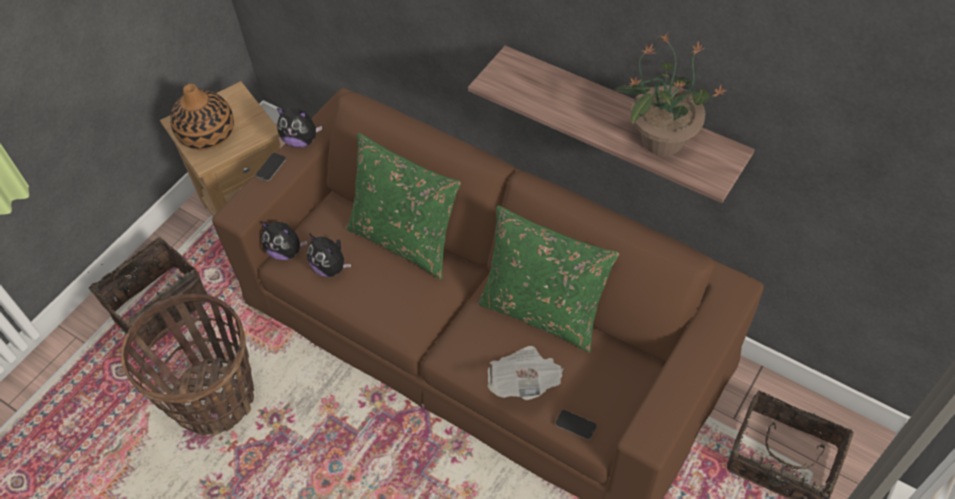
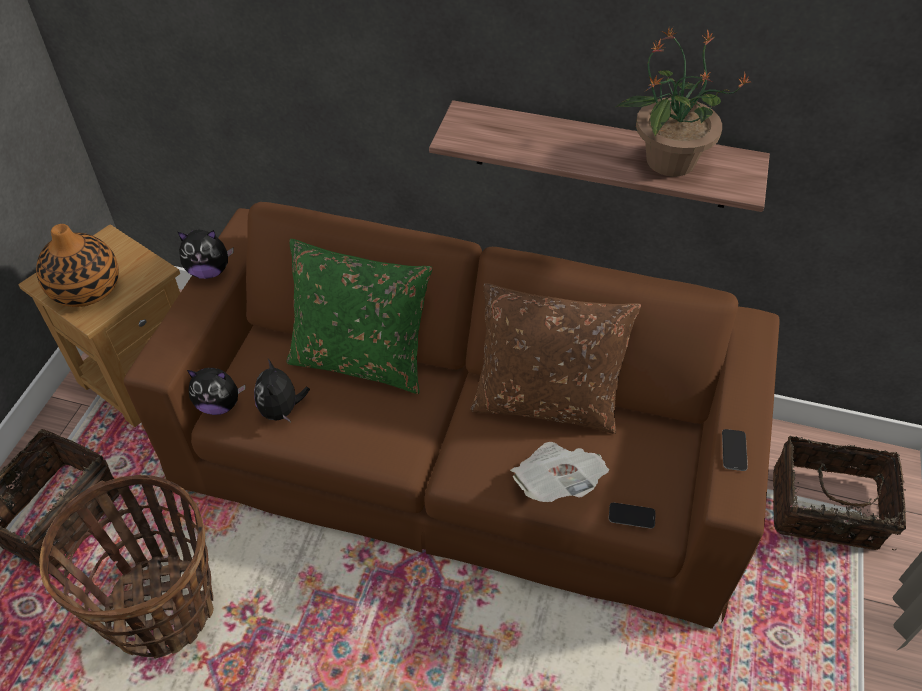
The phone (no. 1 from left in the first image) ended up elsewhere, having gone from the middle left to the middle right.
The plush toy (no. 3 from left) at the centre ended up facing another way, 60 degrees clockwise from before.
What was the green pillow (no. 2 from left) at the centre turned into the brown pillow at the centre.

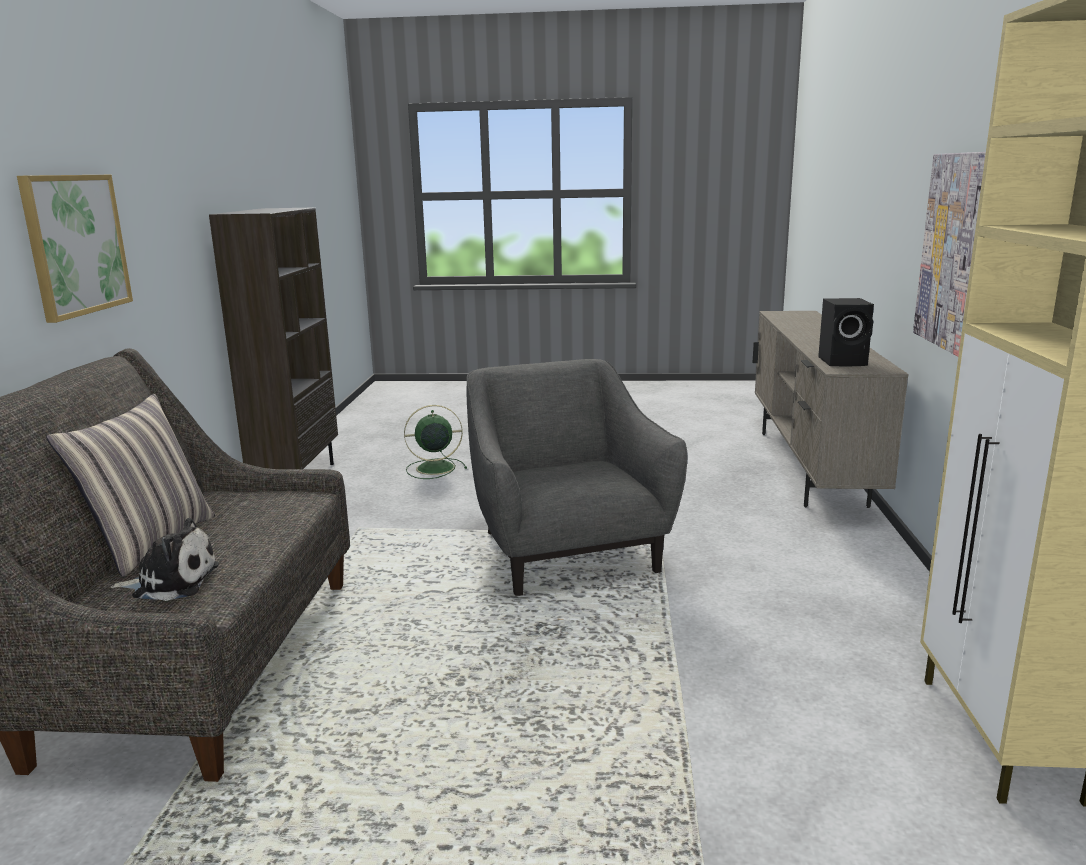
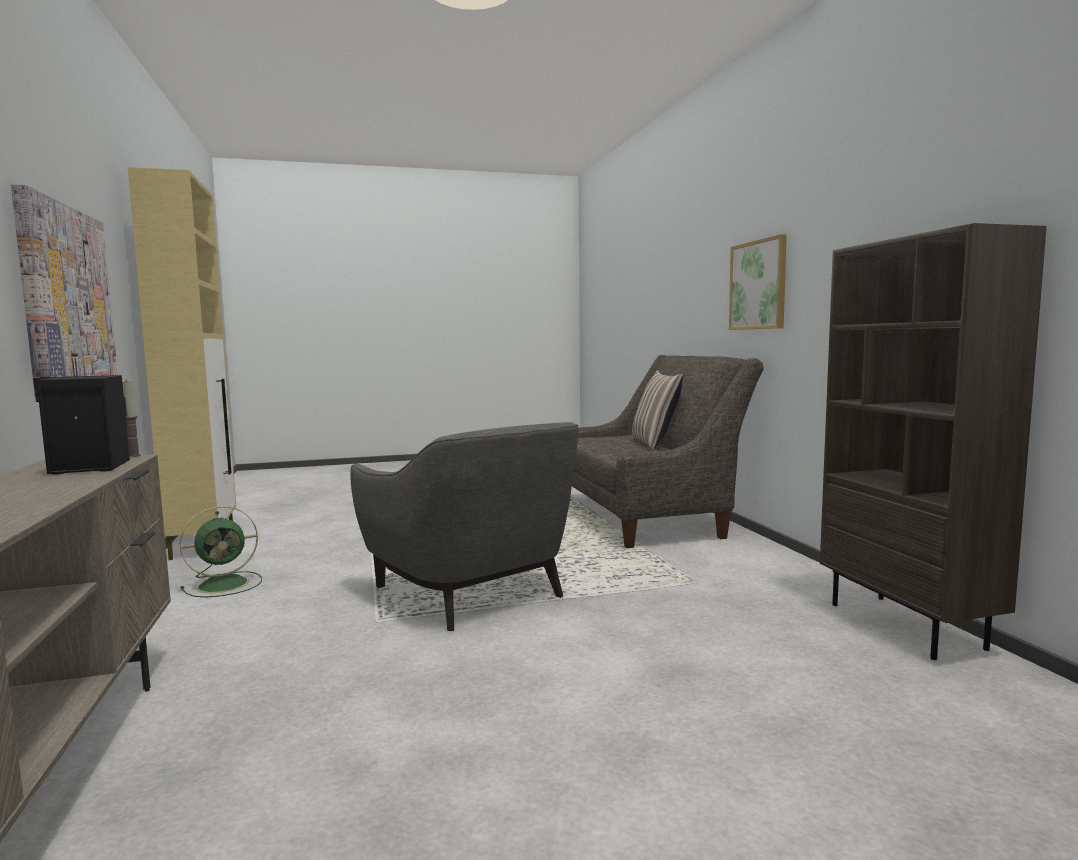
The second view lost the plush toy at the middle left.
The green fan ended up elsewhere, having gone from the centre to the middle left.
The second view gained the candle at the middle left.

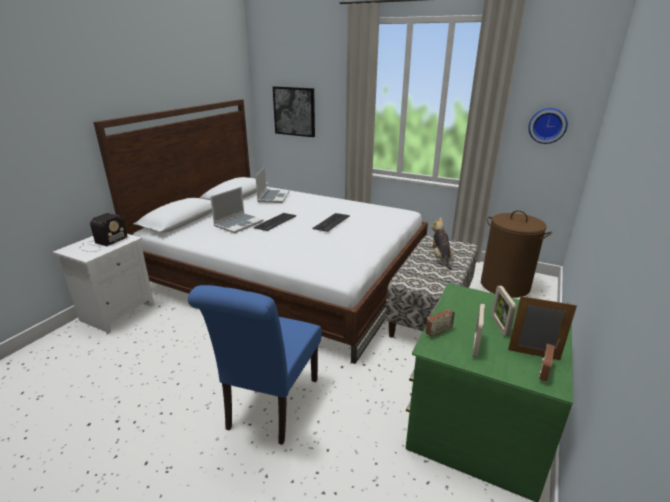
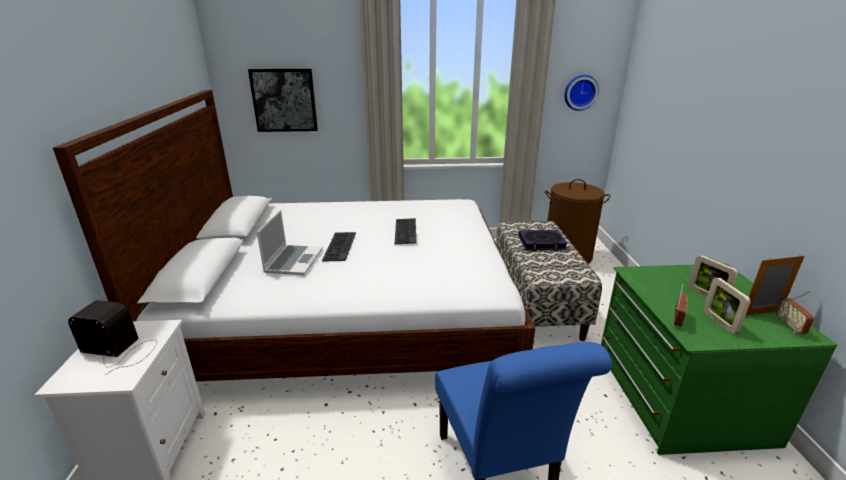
The radio (no. 1 from left) at the middle left ended up facing another way, 75 degrees counterclockwise from before.
The second view lost the laptop (no. 2 from left) at the centre.
Where the plush toy stood at the centre, the book came to stand at the centre.

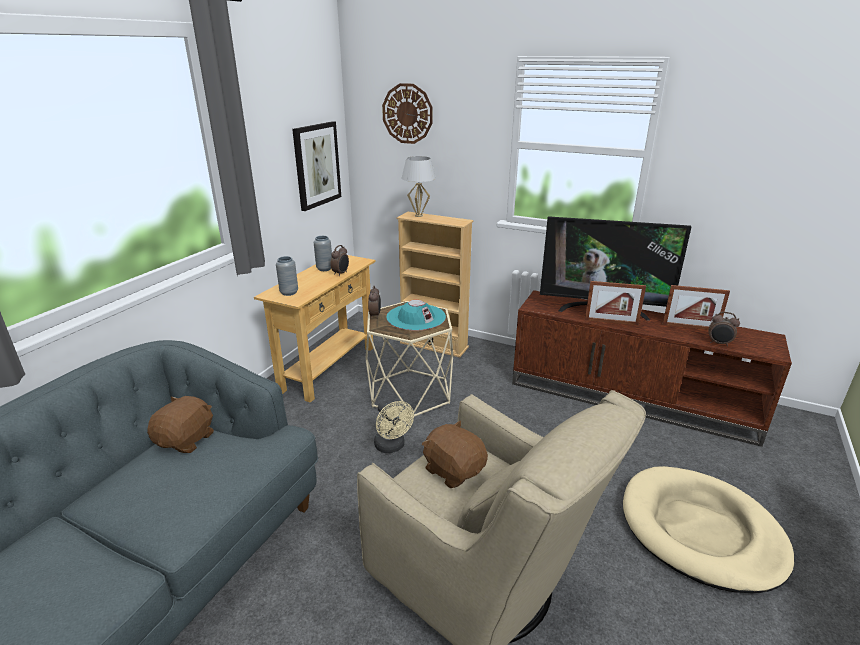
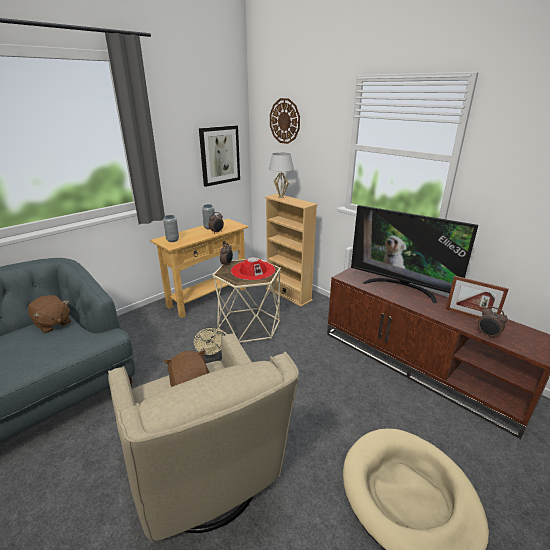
The brown plush toy (no. 1 from left) at the middle left ended up facing another way, 90 degrees clockwise from before.
What was the turquoise hat at the centre turned into the red hat at the centre.
The second view lost the picture frame (no. 1 from left) at the middle right.

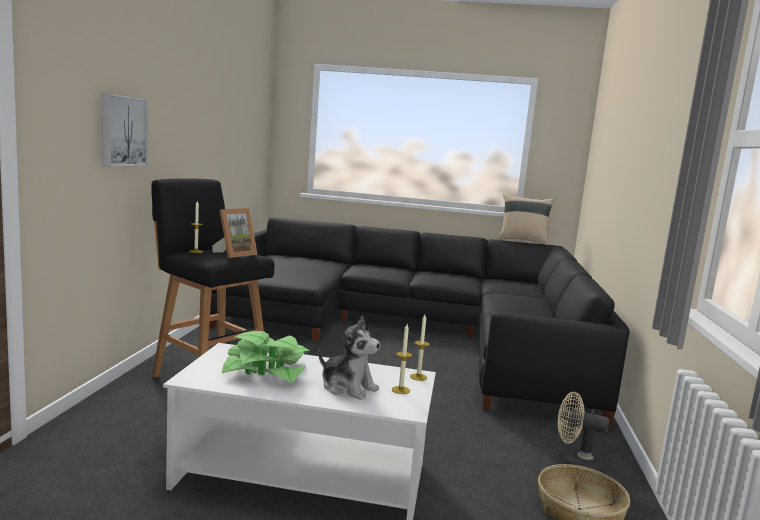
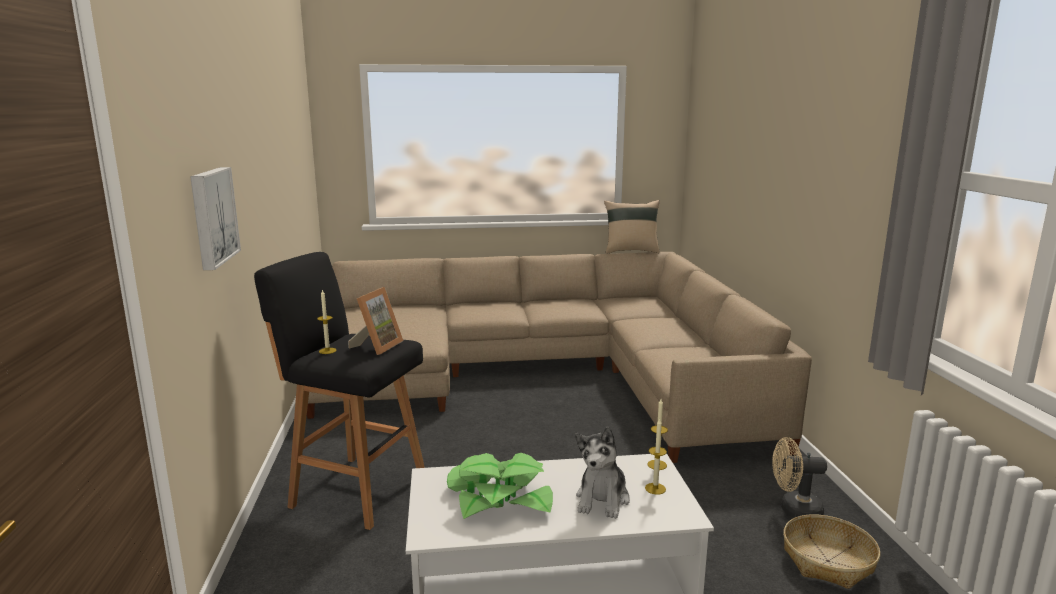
What was the black sofa at the centre turned into the beige sofa at the centre.
The plush toy at the bottom centre ended up facing another way, 90 degrees clockwise from before.

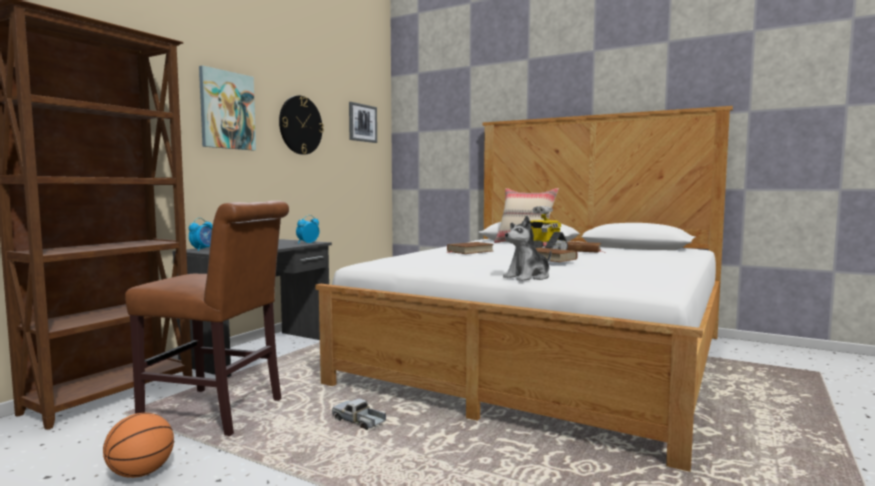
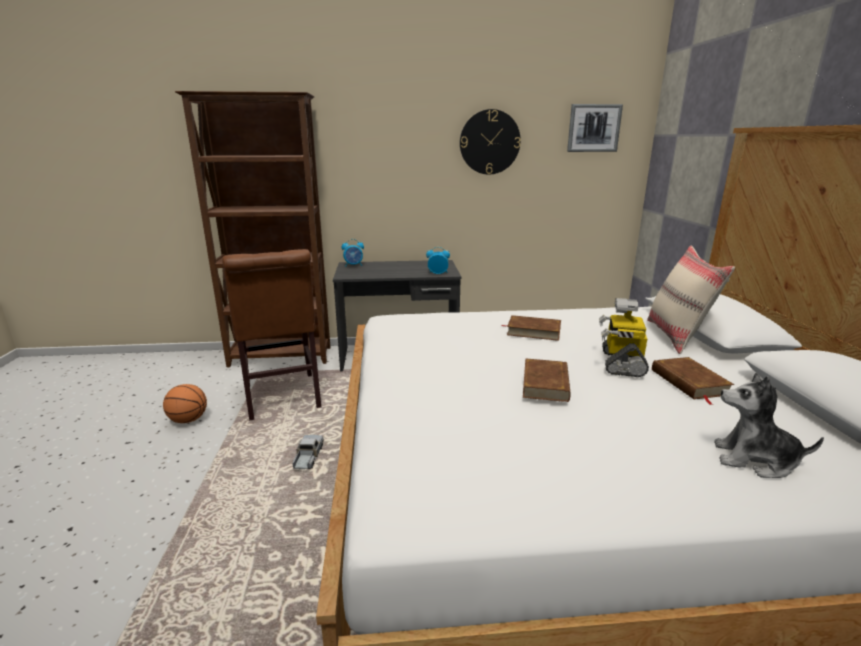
The second view lost the picture (no. 1 from left) at the top left.
The plush toy ended up elsewhere, having gone from the centre to the middle right.

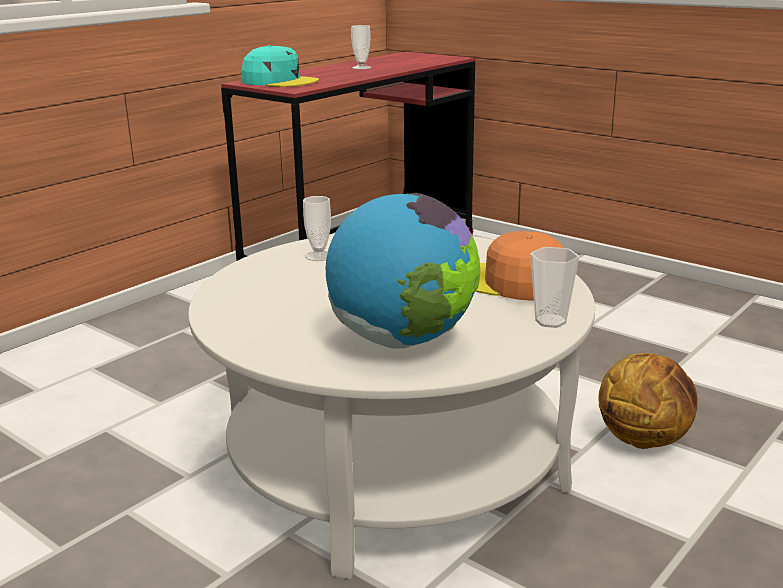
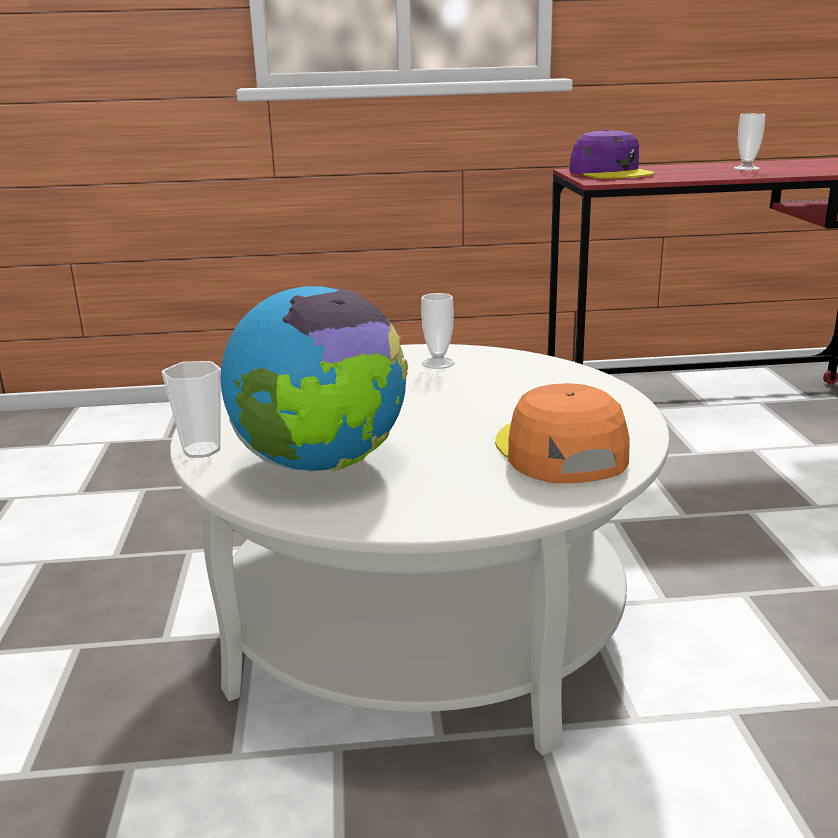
What was the turquoise cap at the top centre turned into the purple cap at the top right.
The cup (no. 3 from left in the first image) ended up elsewhere, having gone from the middle right to the middle left.
The second view lost the basketball at the bottom right.

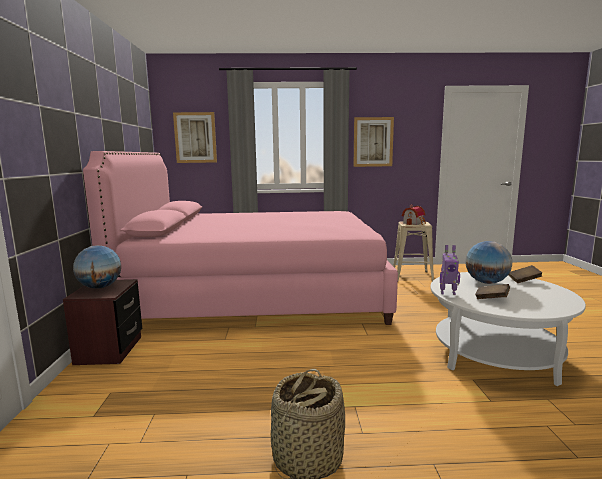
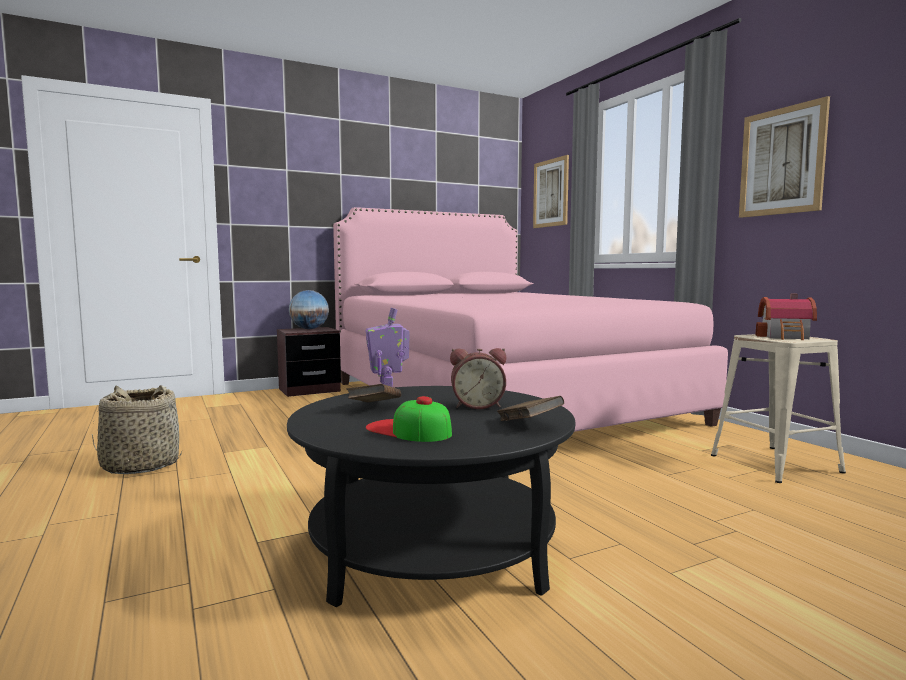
What was the white coffee table at the bottom right turned into the black coffee table at the bottom centre.
Where the globe (no. 2 from left) stood at the middle right, the alarm clock came to stand at the centre.
The second view gained the cap at the centre.

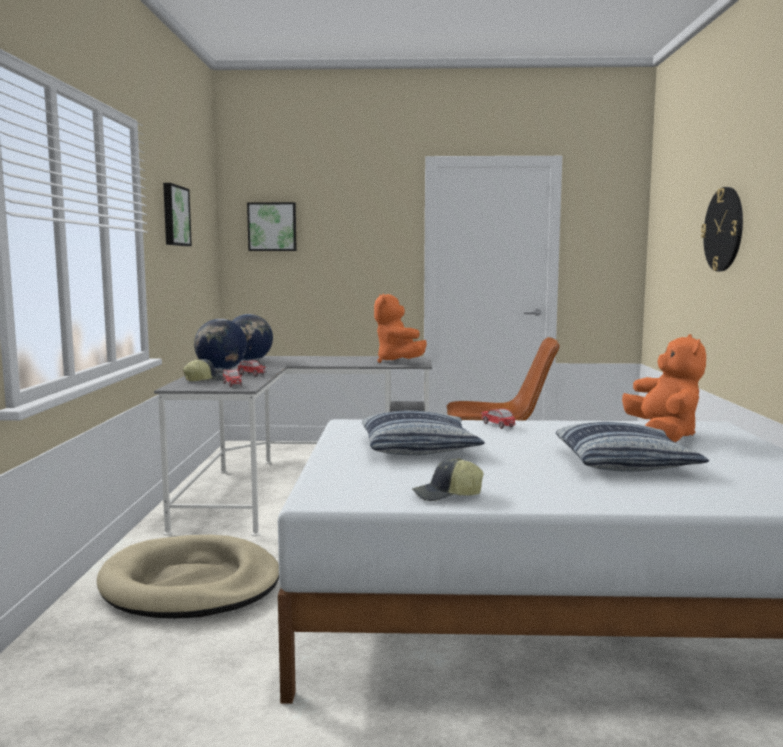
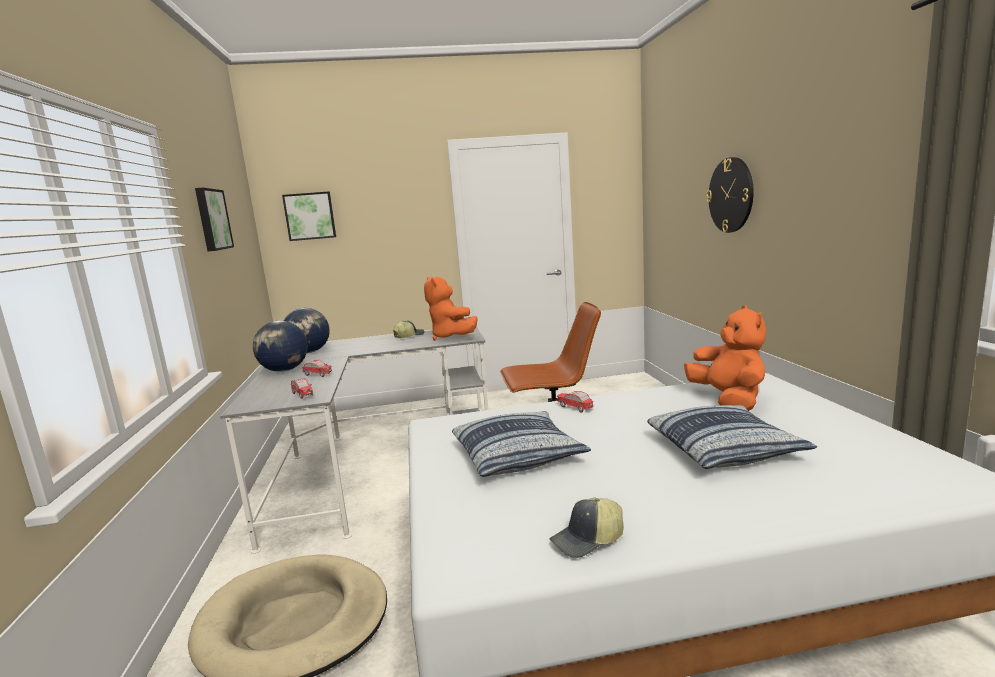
The cap (no. 1 from left) ended up elsewhere, having gone from the middle left to the centre.

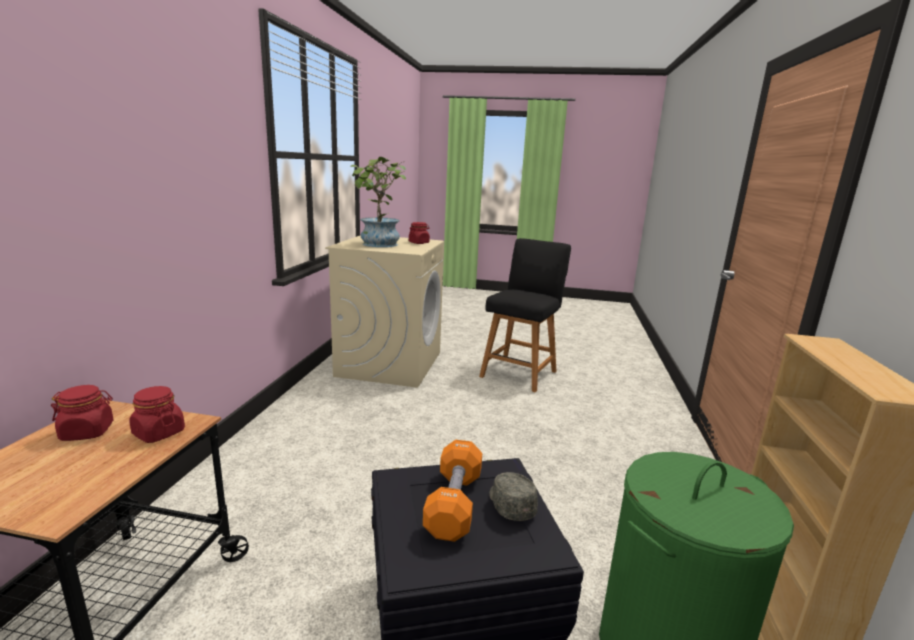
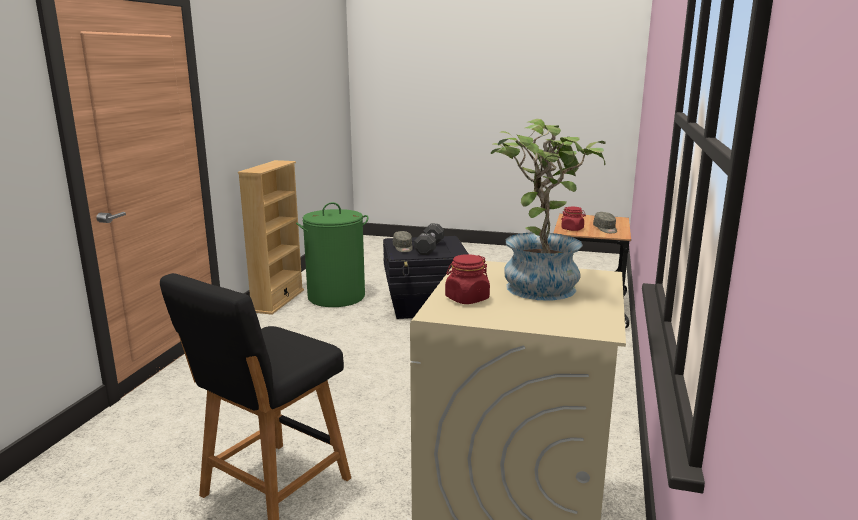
Where the red jar (no. 1 from left) stood at the middle left, the grey cap (no. 2 from left) came to stand at the middle right.
What was the orange dumbbell at the bottom centre turned into the black dumbbell at the centre.

